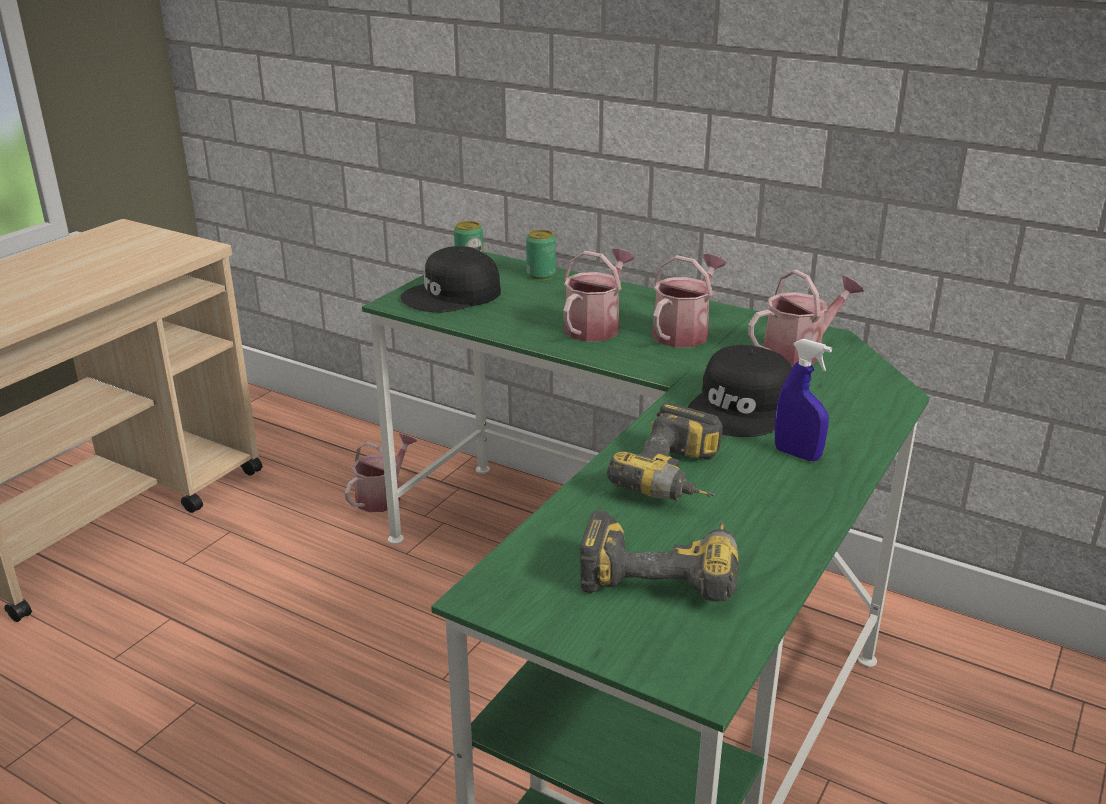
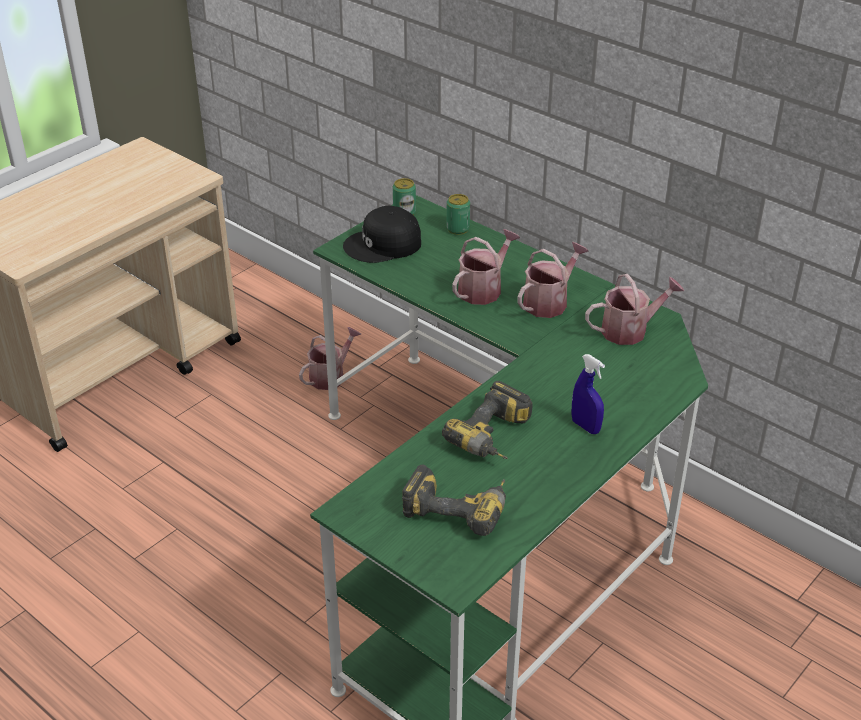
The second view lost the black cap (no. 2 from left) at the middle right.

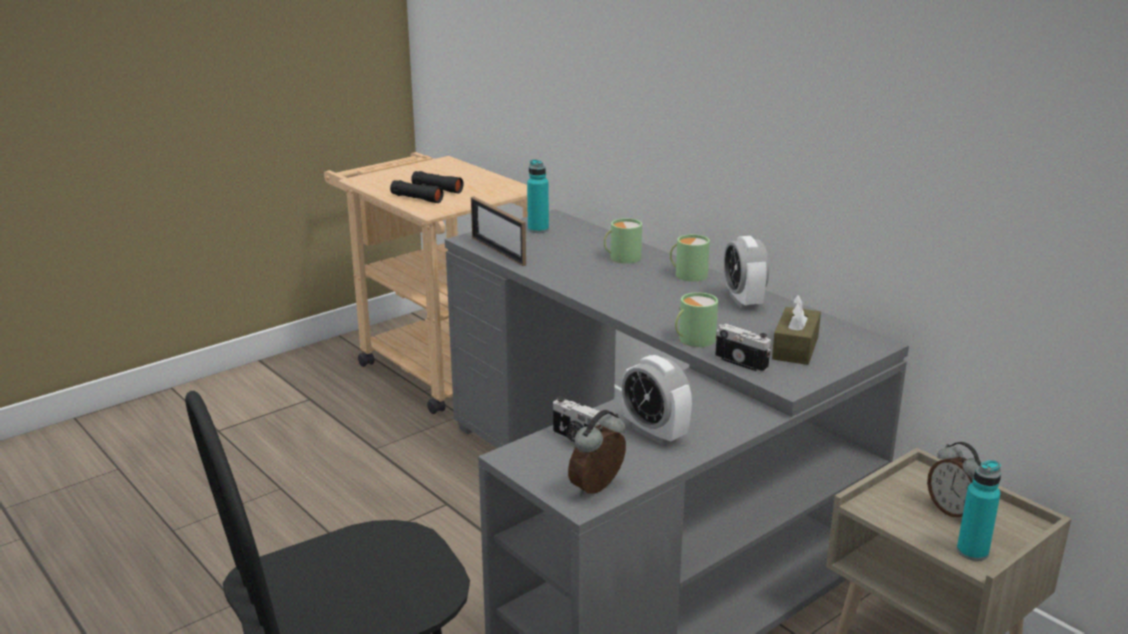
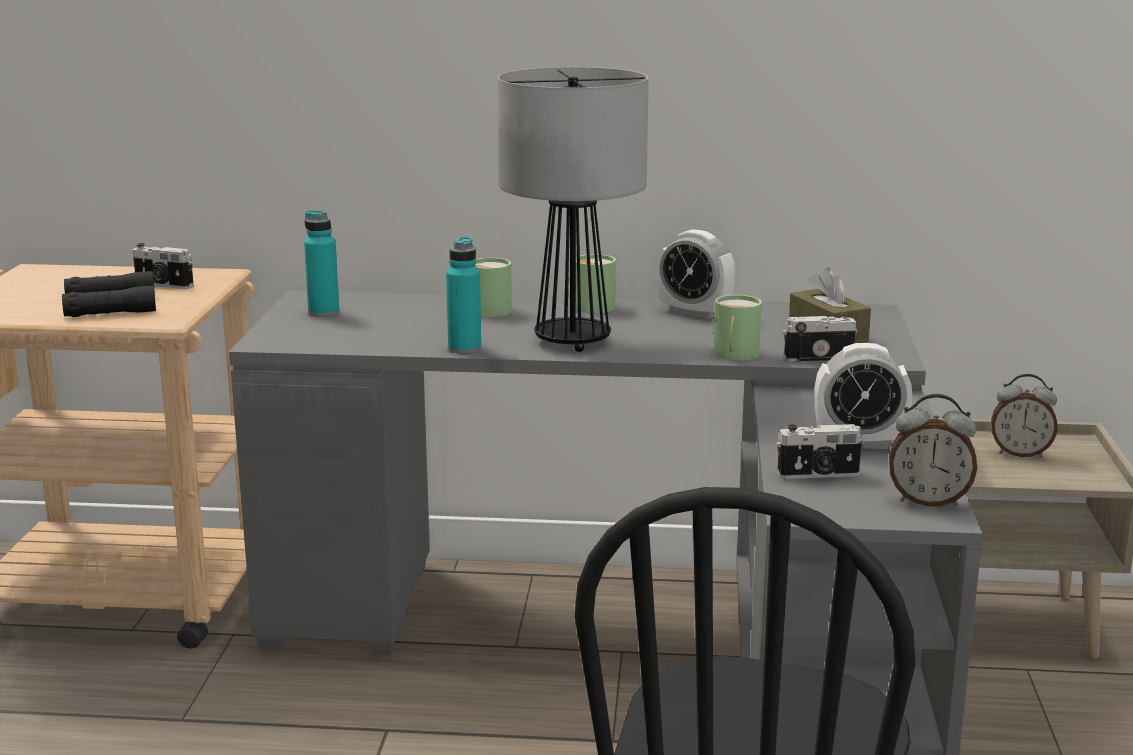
The second view lost the picture frame at the centre.
The alarm clock (no. 1 from left in the first image) at the bottom centre ended up facing another way, 75 degrees counterclockwise from before.
The turquoise bottle (no. 2 from left) ended up elsewhere, having gone from the bottom right to the centre.
The second view gained the photo camera (no. 1 from left) at the middle left.
The second view gained the table lamp at the top centre.

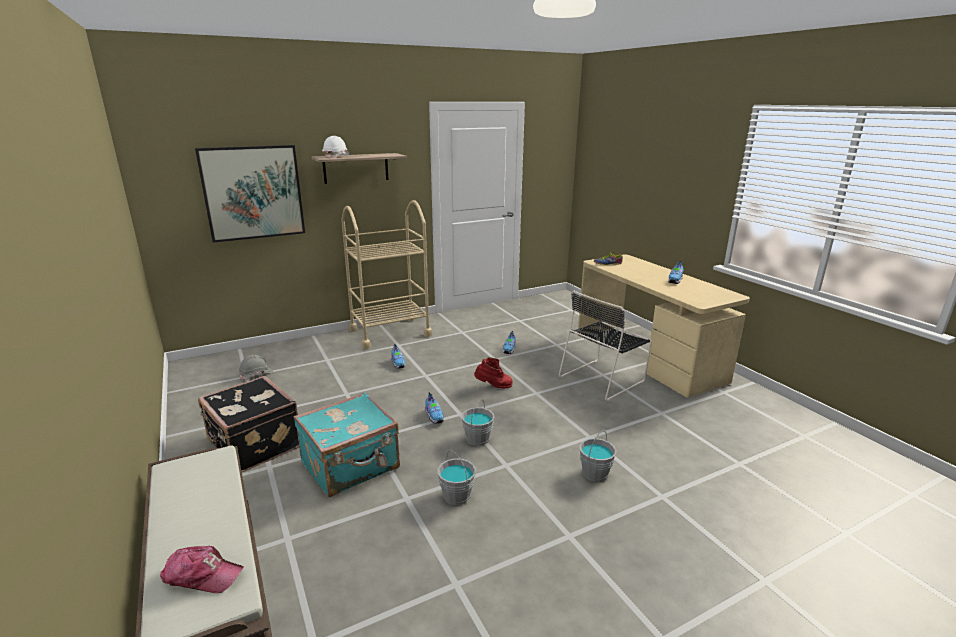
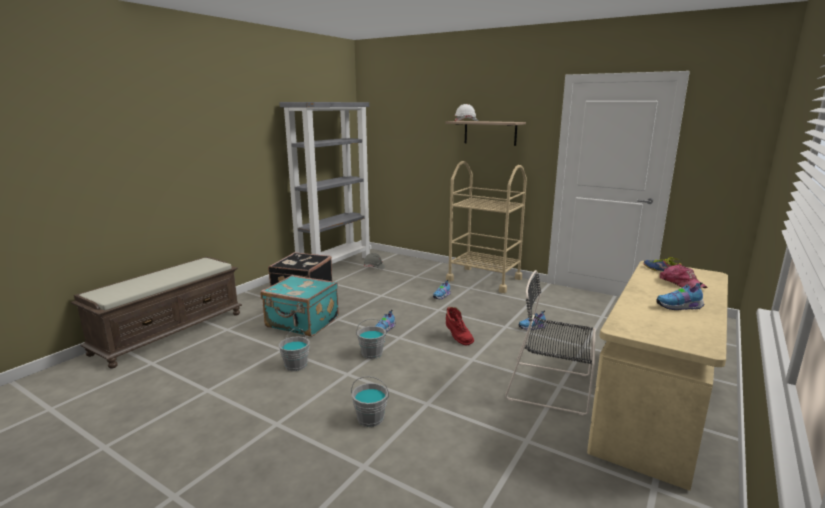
The cap ended up elsewhere, having gone from the bottom left to the middle right.
The second view lost the picture at the top left.
The second view gained the grey bookcase at the centre.

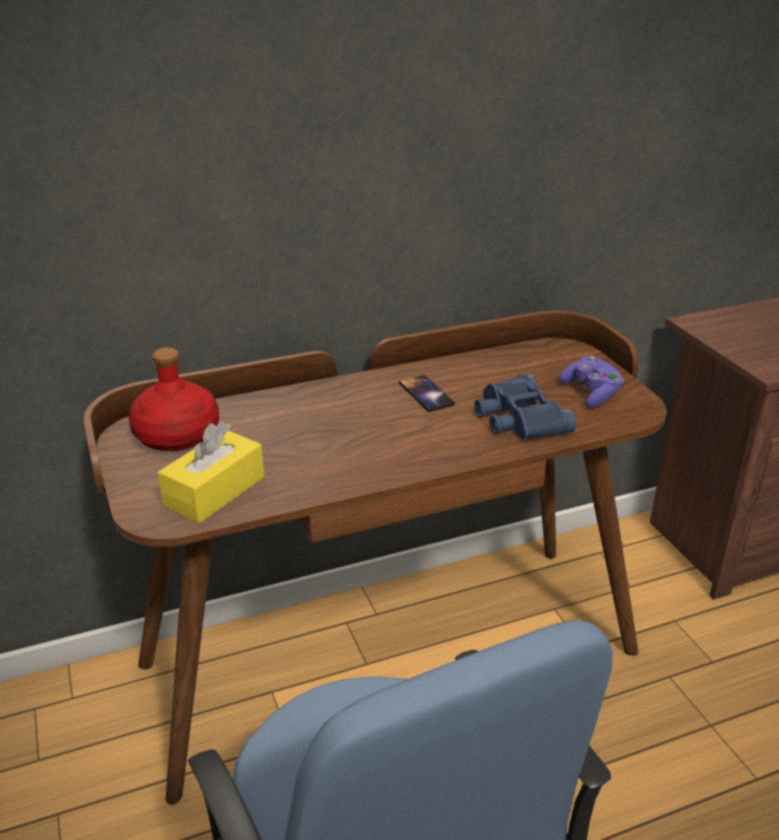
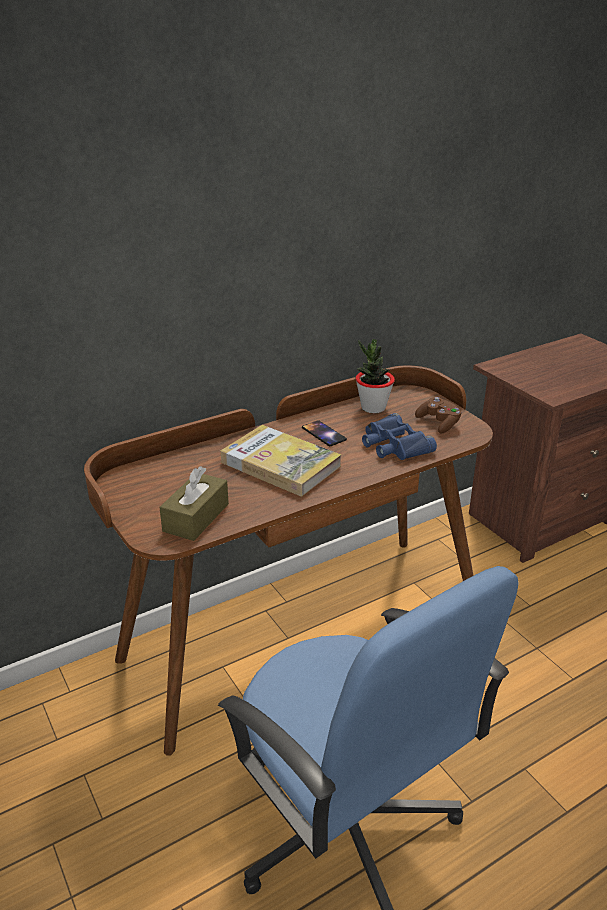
The second view lost the red bottle at the middle left.
What was the yellow tissue box at the middle left turned into the brown tissue box at the middle left.
What was the purple game controller at the middle right turned into the brown game controller at the middle right.
The second view gained the book at the centre.
The second view gained the potted plant at the centre.

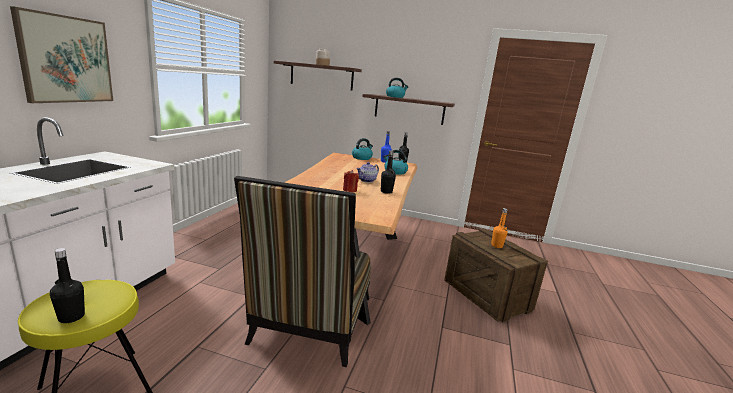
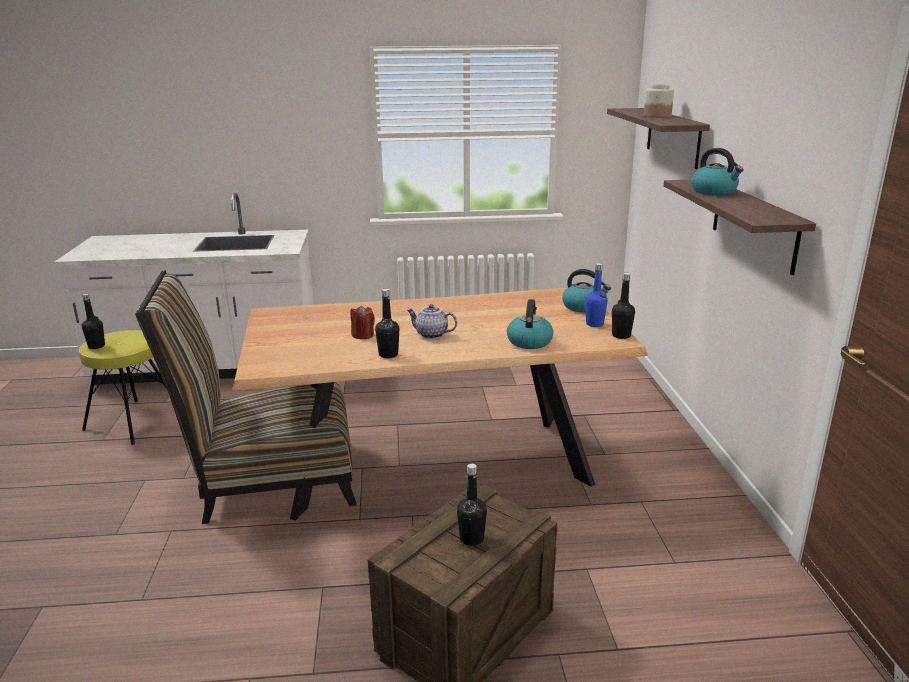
The second view lost the picture at the top left.
What was the orange bottle at the middle right turned into the black bottle (no. 3 from left) at the bottom centre.

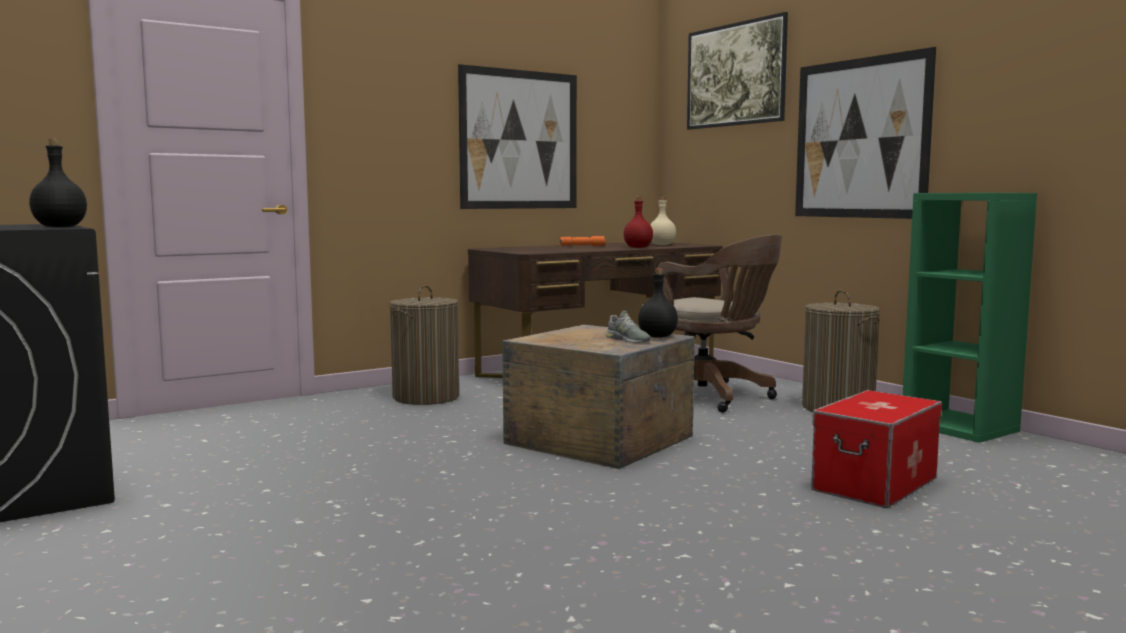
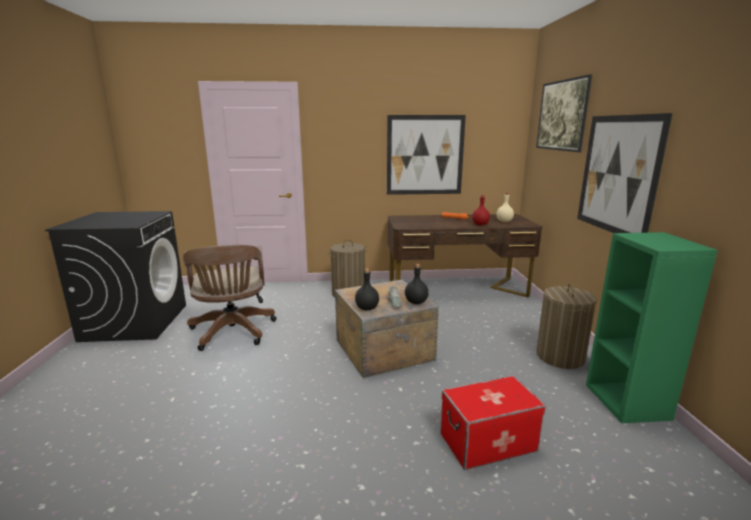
The black bottle (no. 1 from left) ended up elsewhere, having gone from the top left to the centre.
The brown office chair ended up elsewhere, having gone from the centre to the middle left.

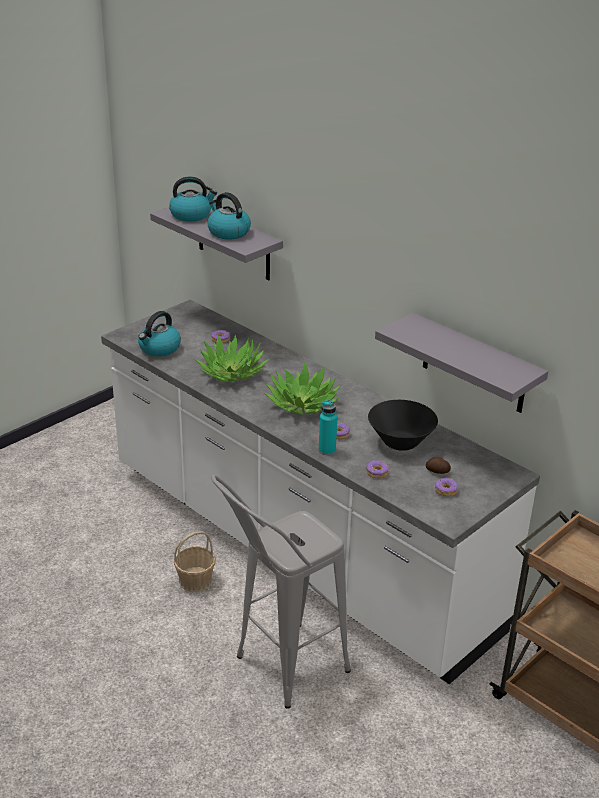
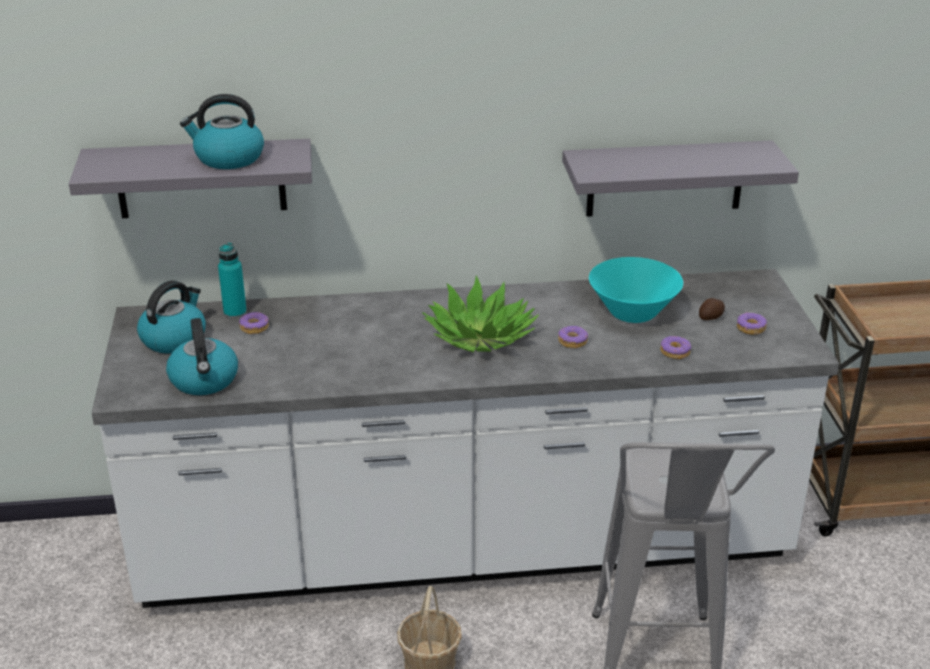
The kettle (no. 2 from left in the first image) ended up elsewhere, having gone from the top left to the middle left.
The second view lost the potted plant (no. 1 from left) at the centre.
The turquoise bottle ended up elsewhere, having gone from the centre to the middle left.
What was the black bowl at the middle right turned into the turquoise bowl at the middle right.

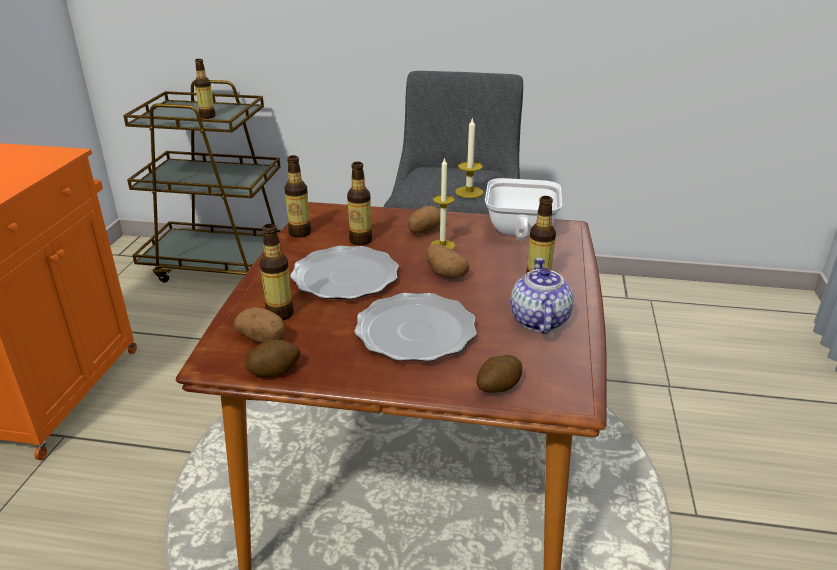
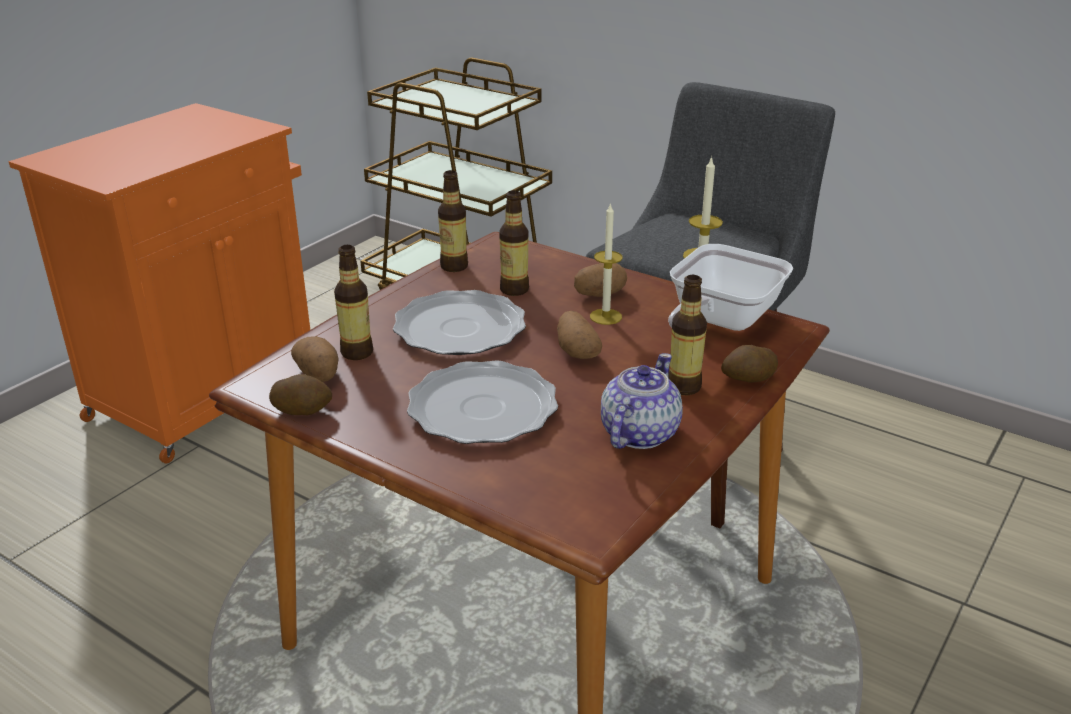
The second view lost the bottle (no. 1 from left) at the top left.
The potato (no. 5 from left) ended up elsewhere, having gone from the centre to the middle right.

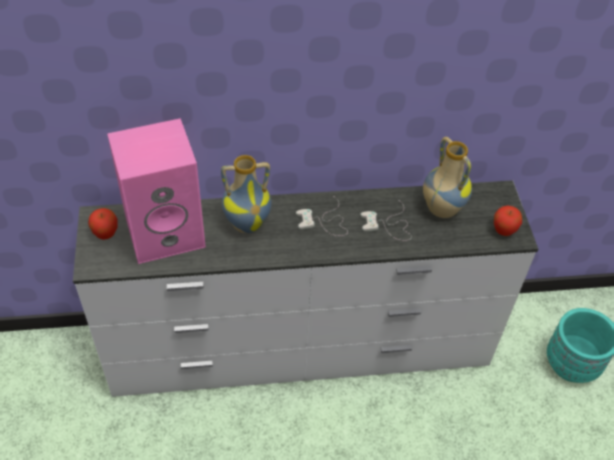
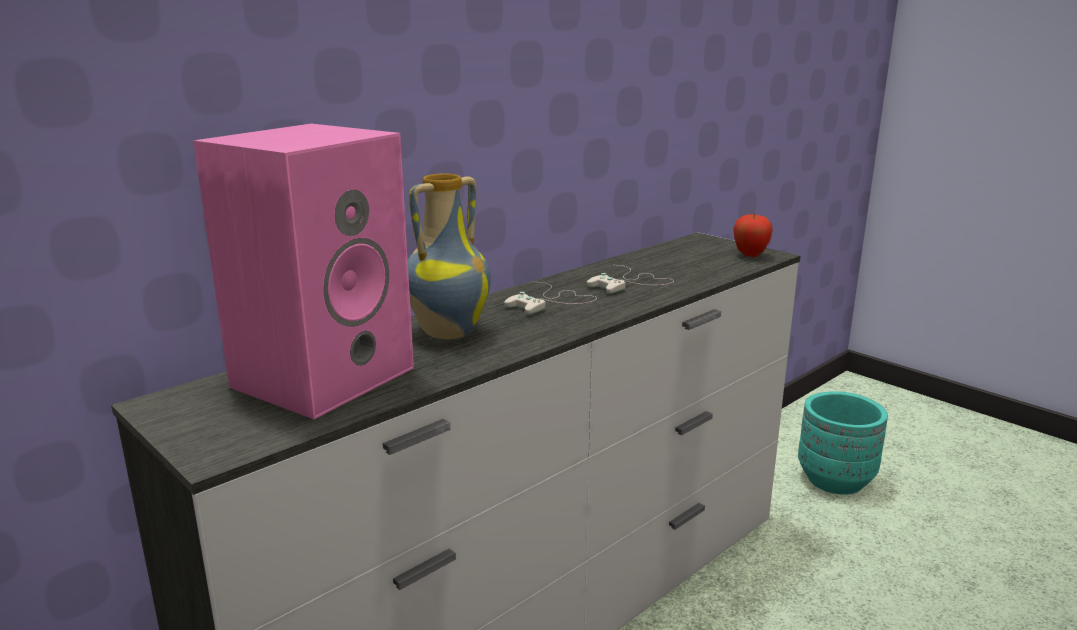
The second view lost the apple (no. 1 from left) at the middle left.
The second view lost the vase (no. 2 from left) at the middle right.

